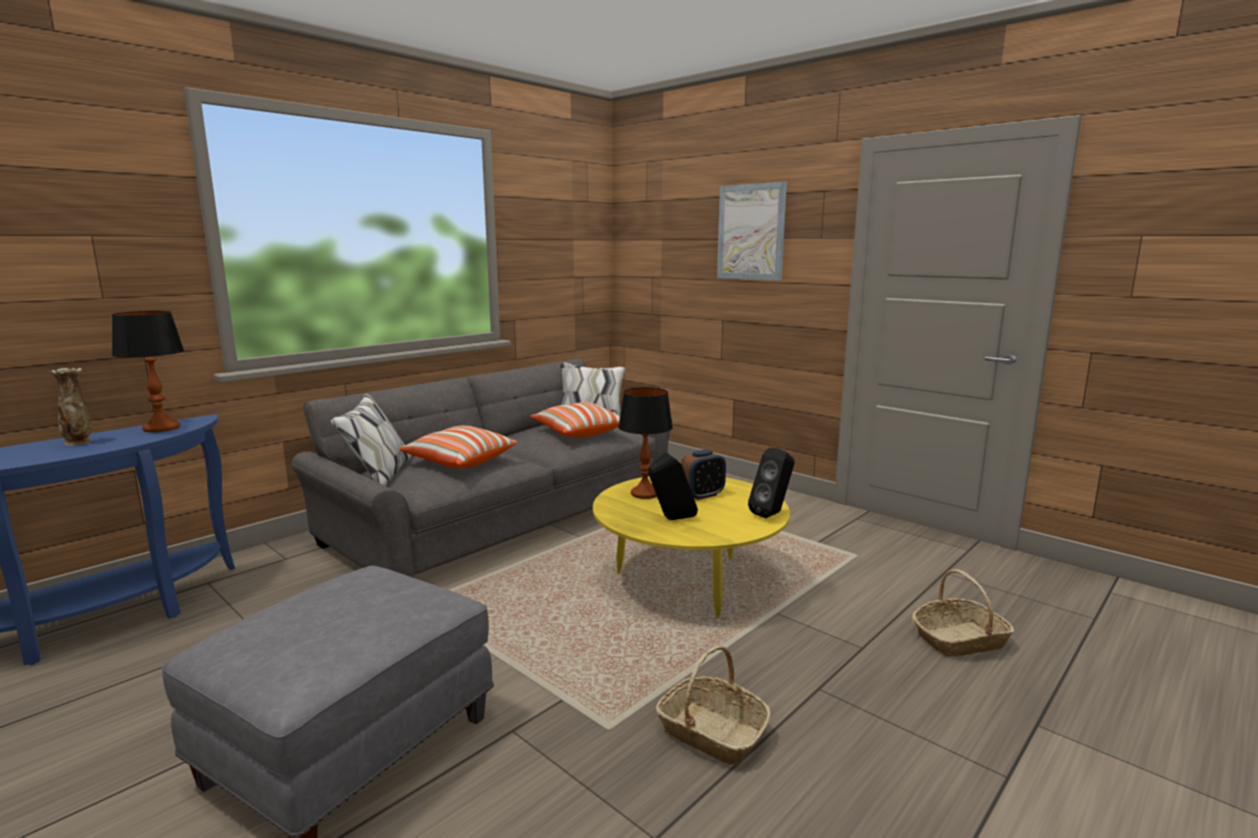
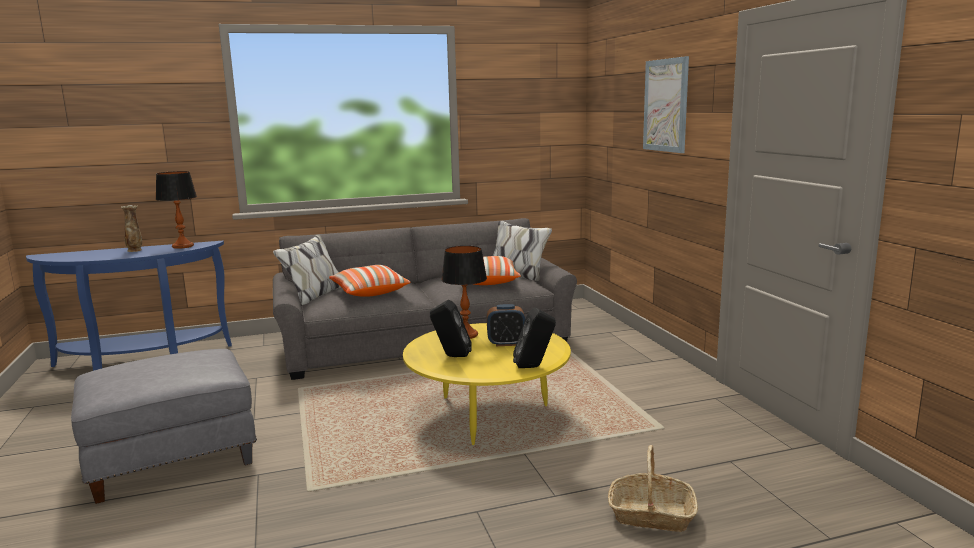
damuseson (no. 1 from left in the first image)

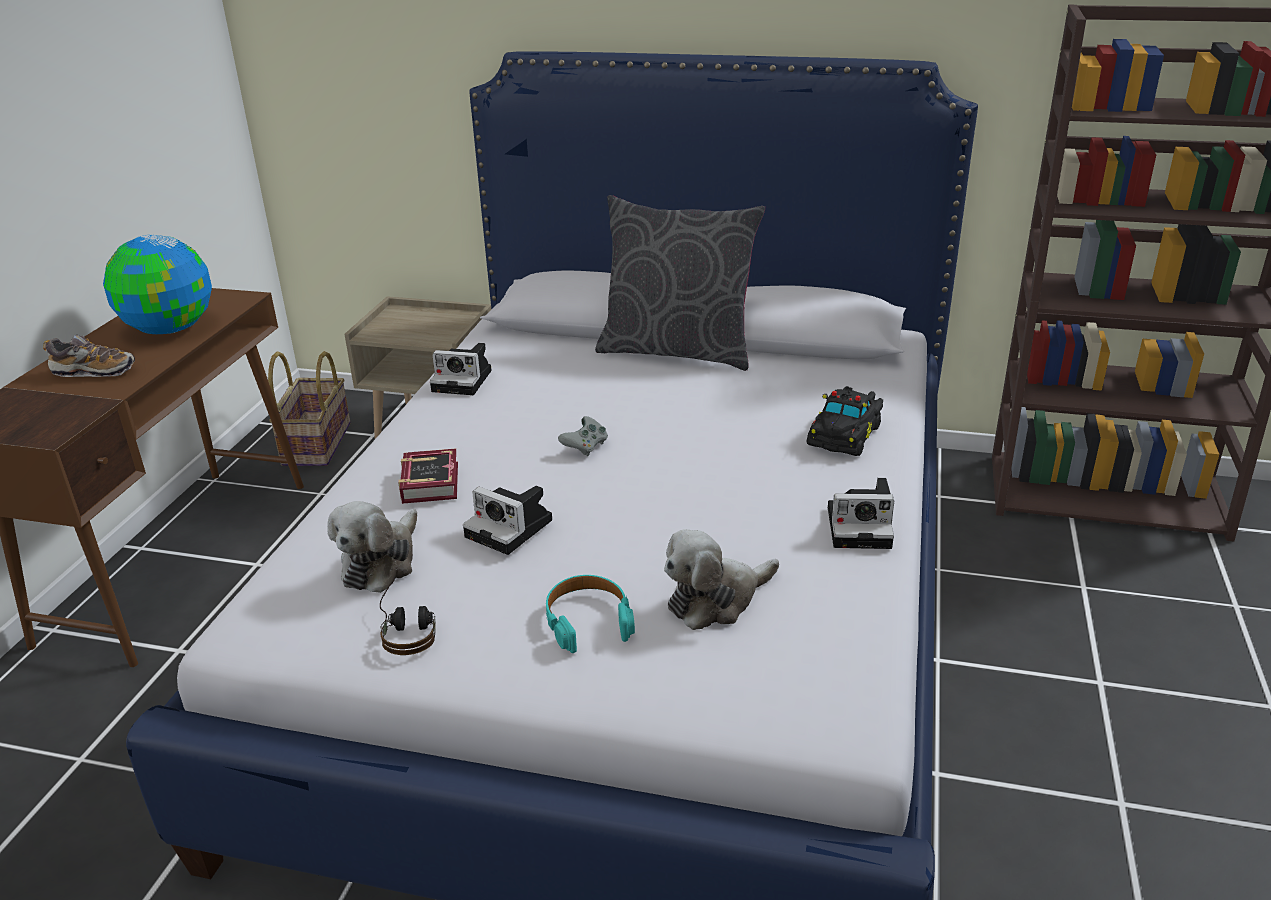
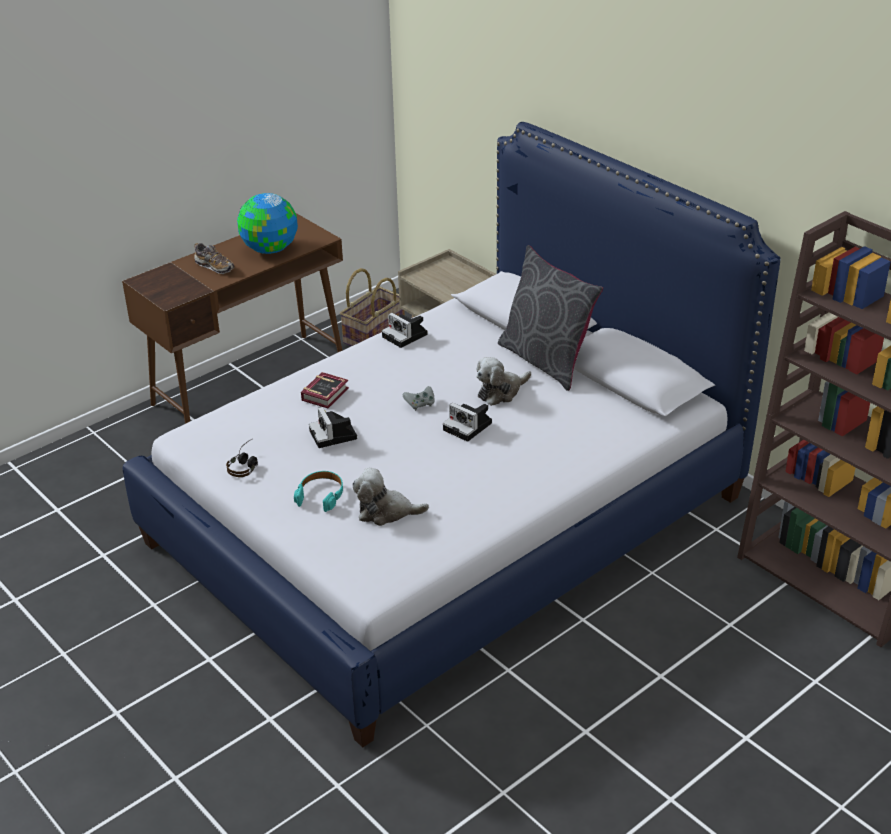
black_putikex
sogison (no. 2 from left)
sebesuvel (no. 3 from left)

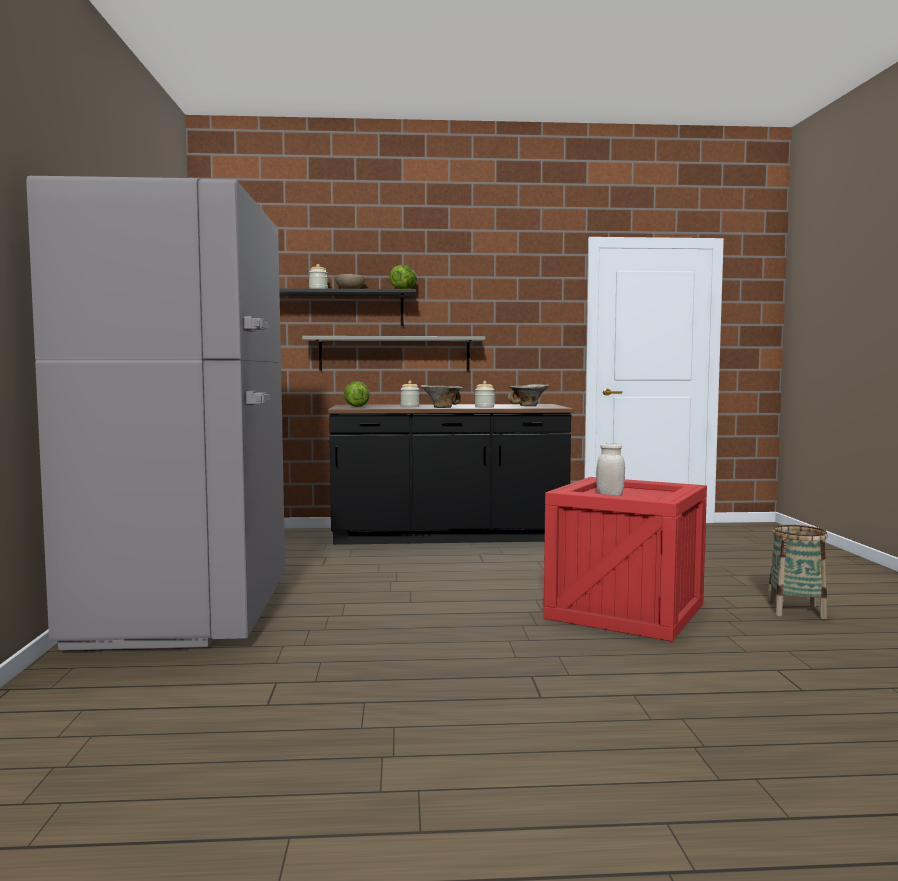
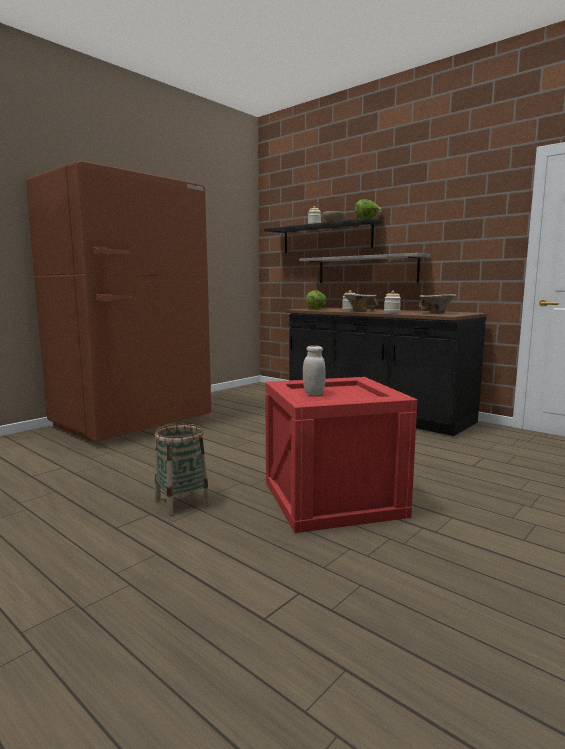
damuseson
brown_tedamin

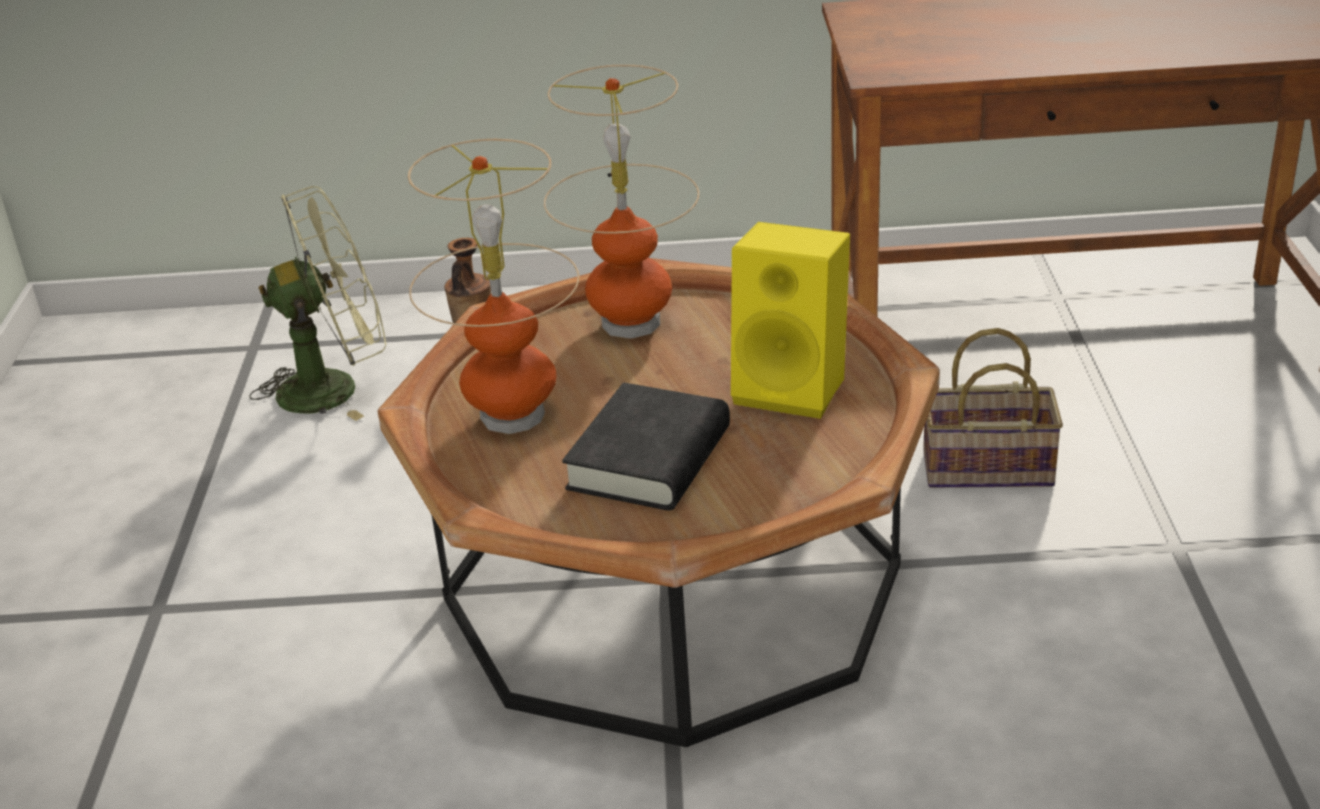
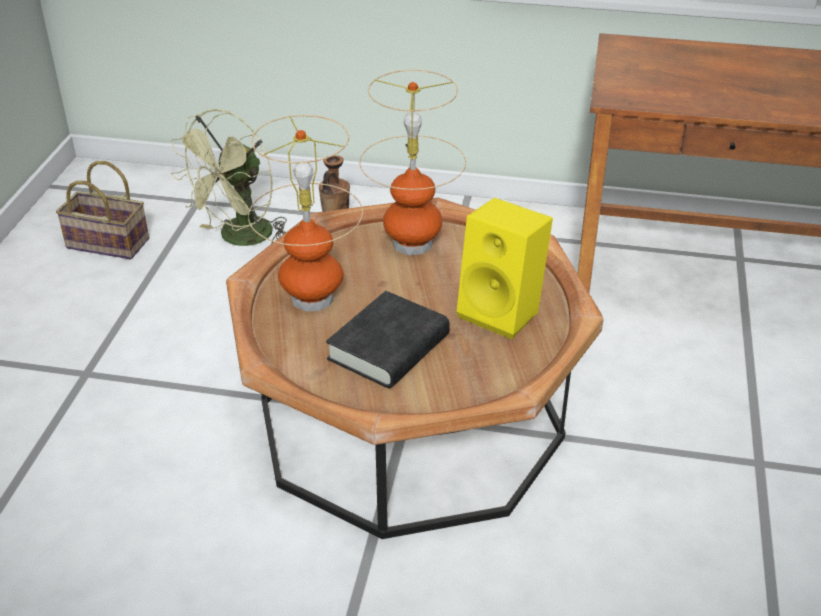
damuseson
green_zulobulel

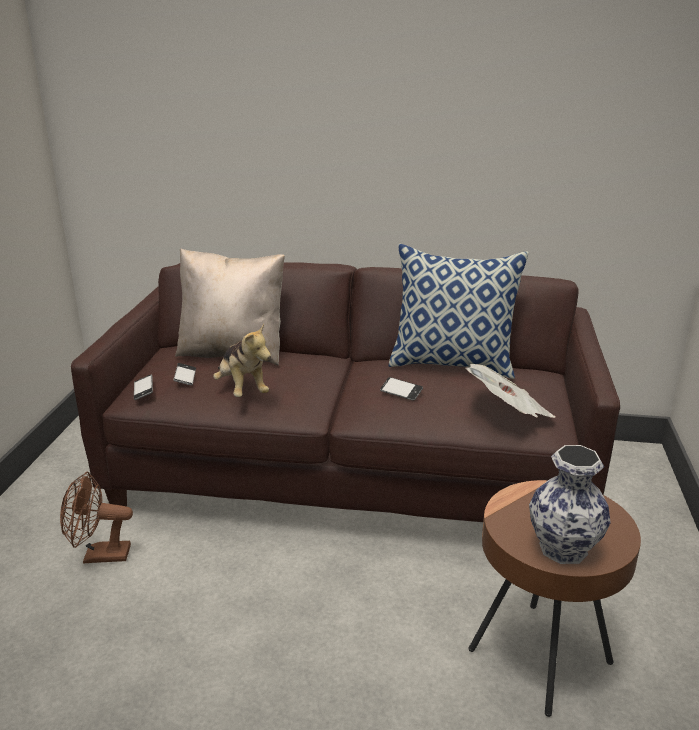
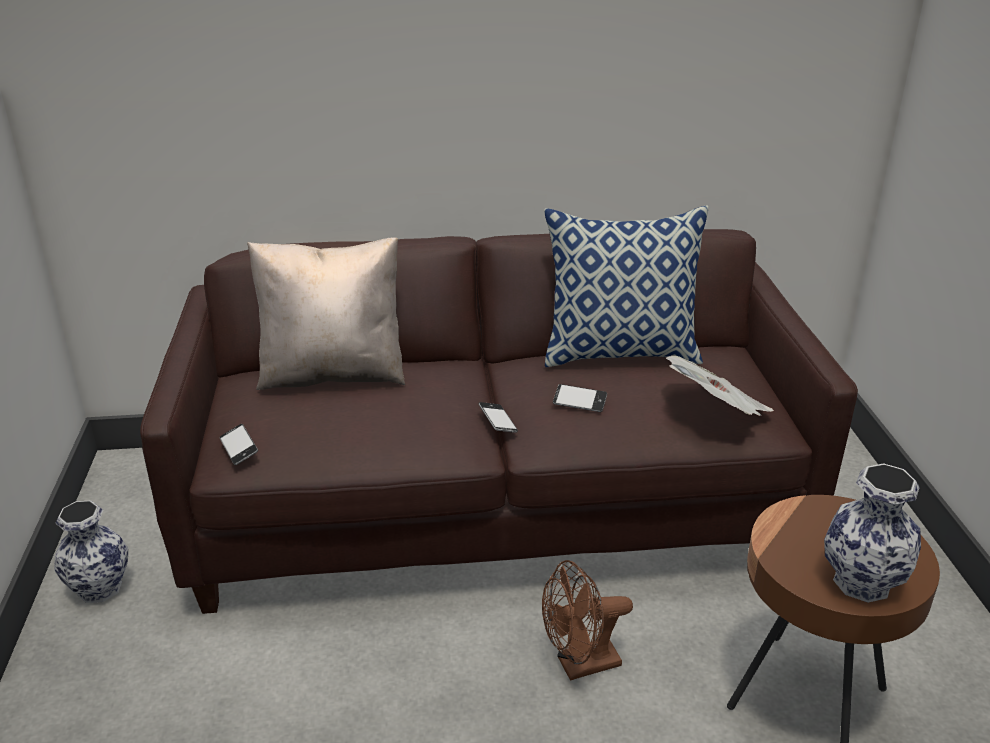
sogison
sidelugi (no. 1 from left)
brown_zulobulel
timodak (no. 2 from left)

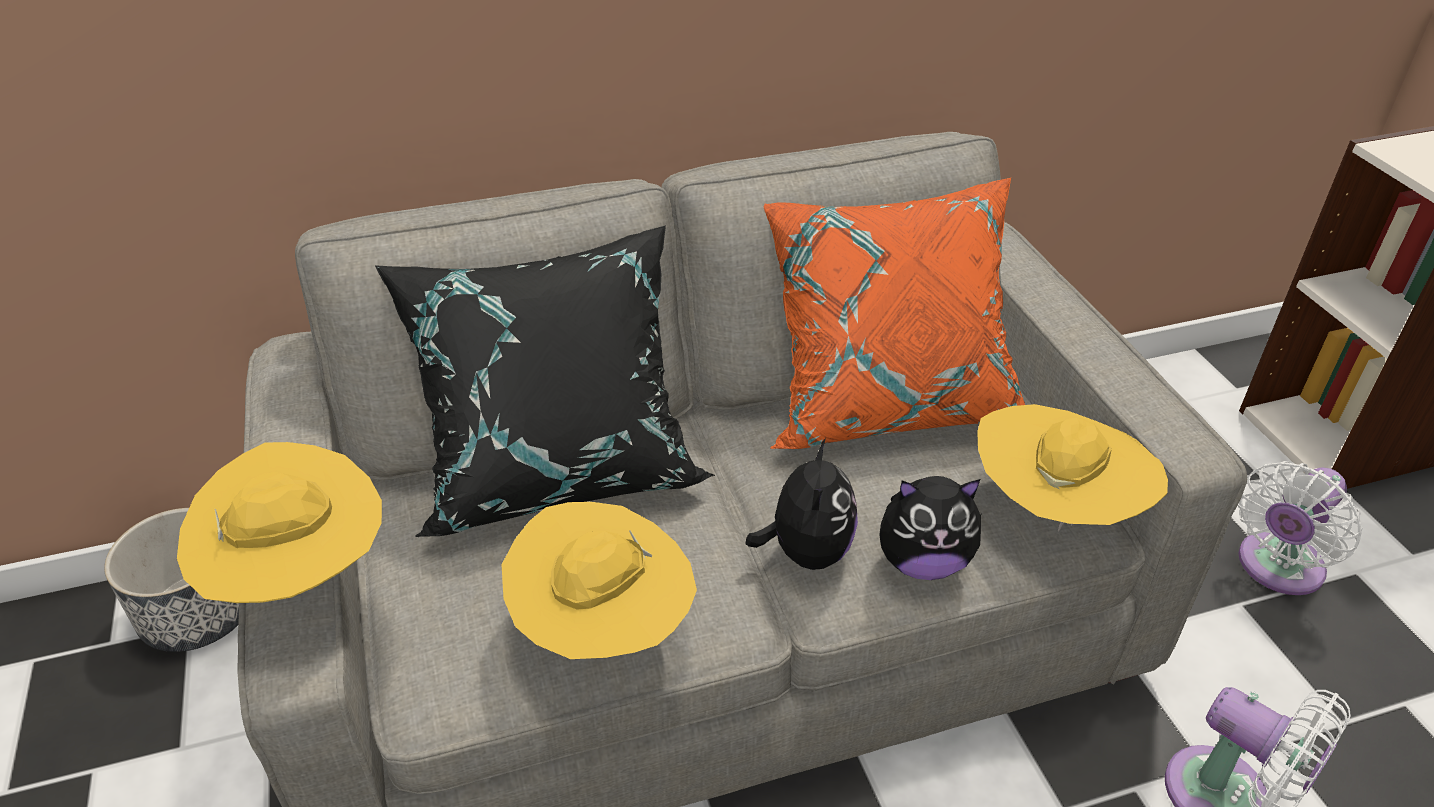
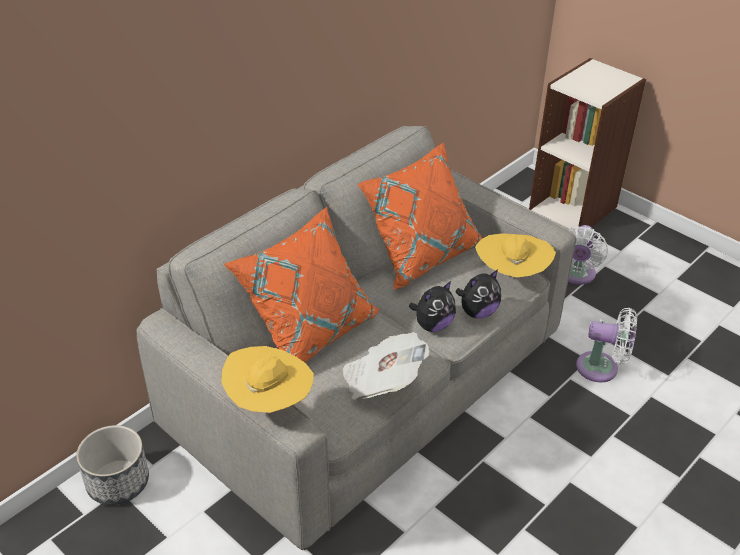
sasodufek
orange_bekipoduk (no. 1 from left)
sogison (no. 1 from left)

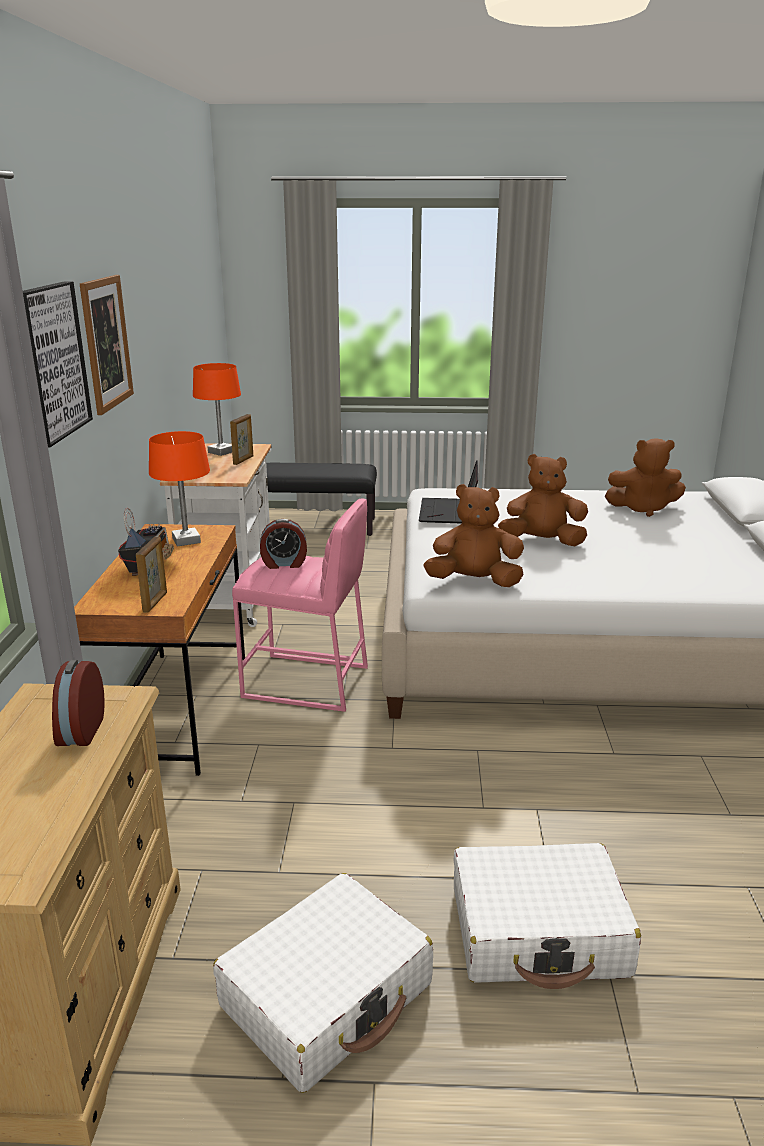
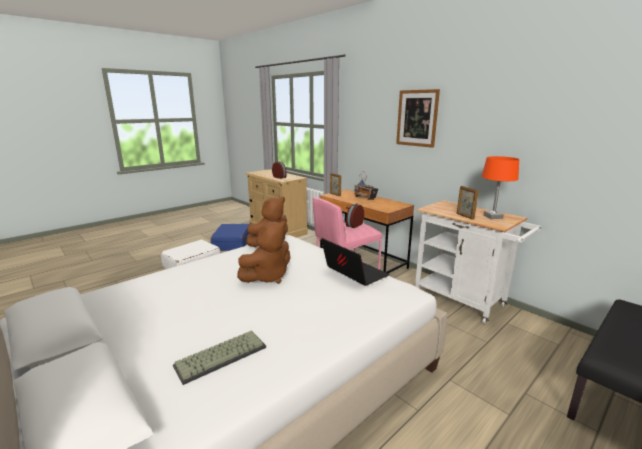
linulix (no. 1 from left in the first image)
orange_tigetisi (no. 1 from left in the first image)
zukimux
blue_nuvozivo

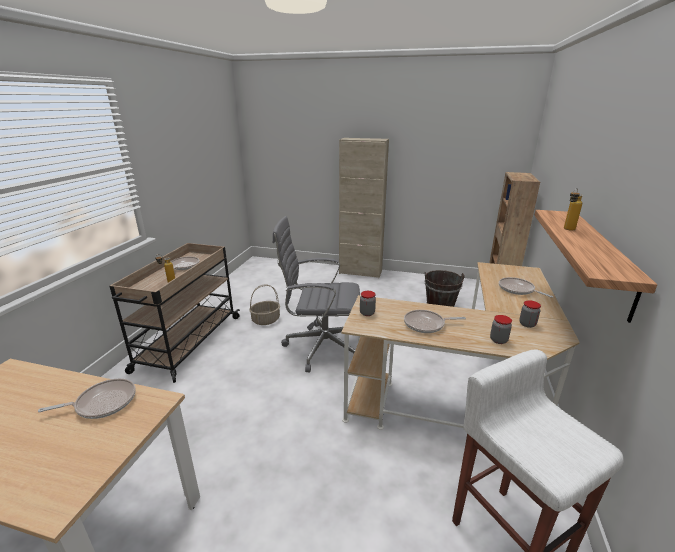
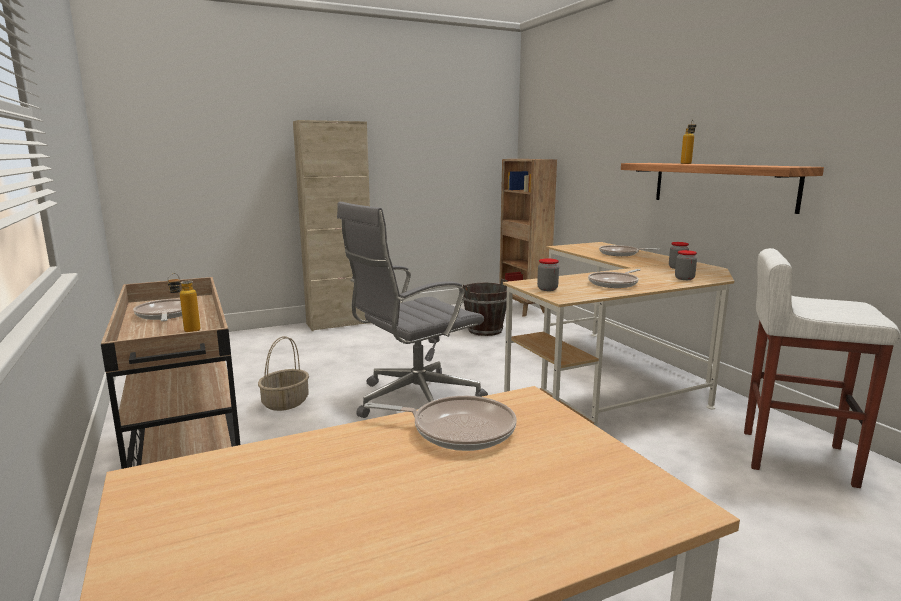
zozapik (no. 2 from left)

